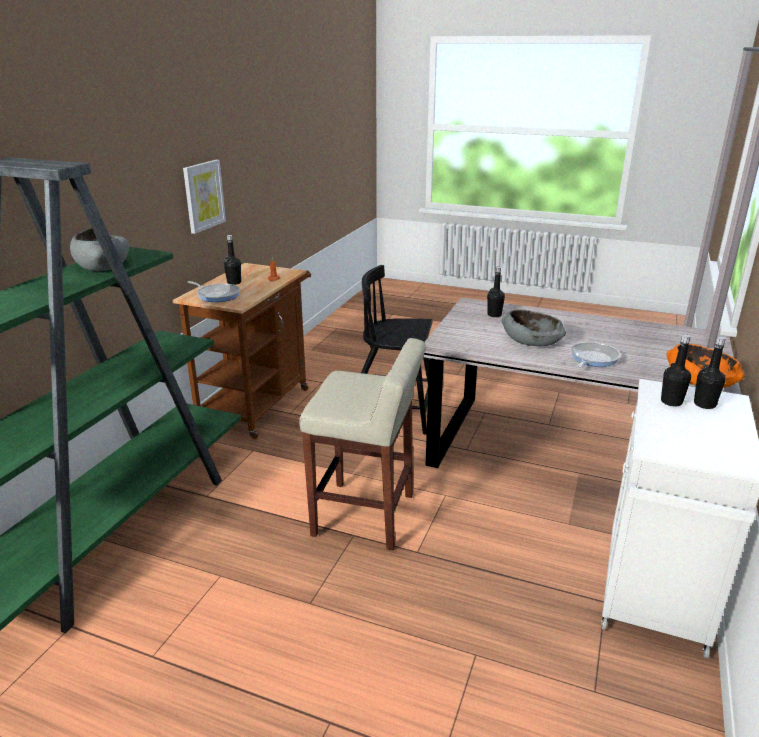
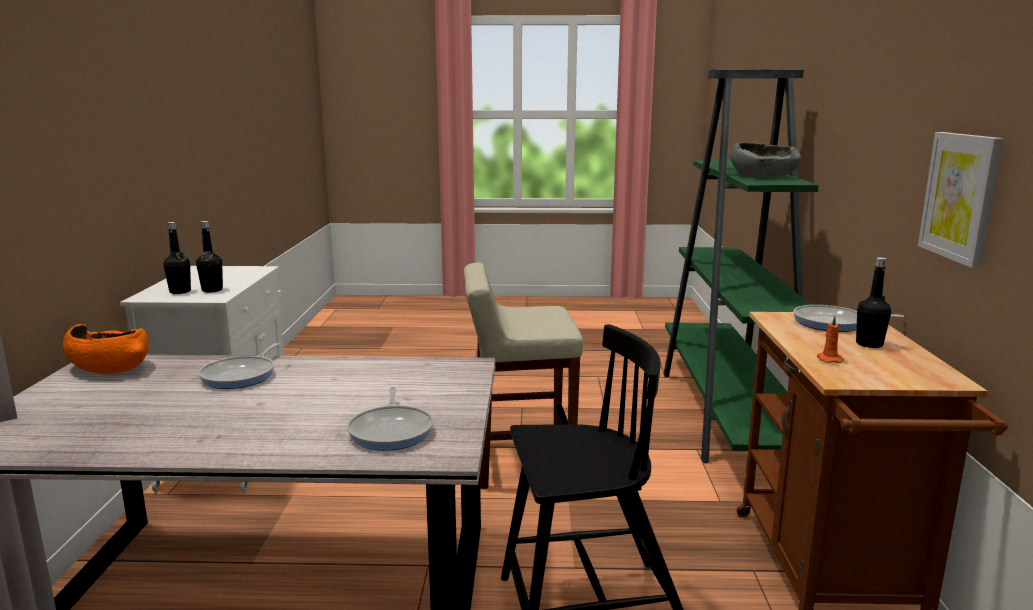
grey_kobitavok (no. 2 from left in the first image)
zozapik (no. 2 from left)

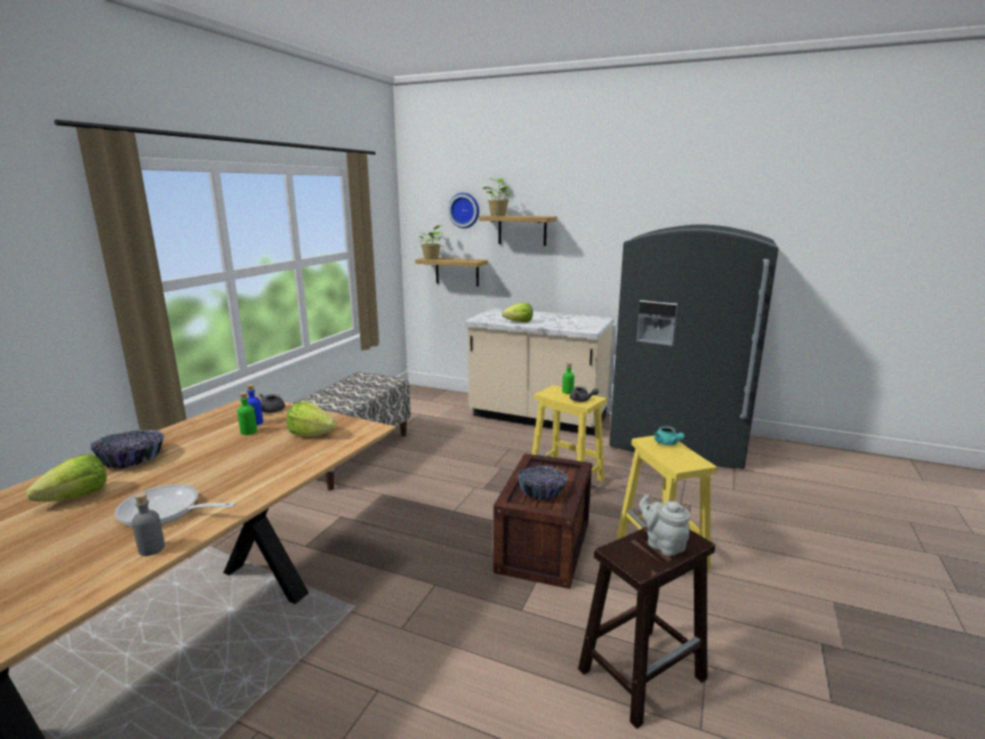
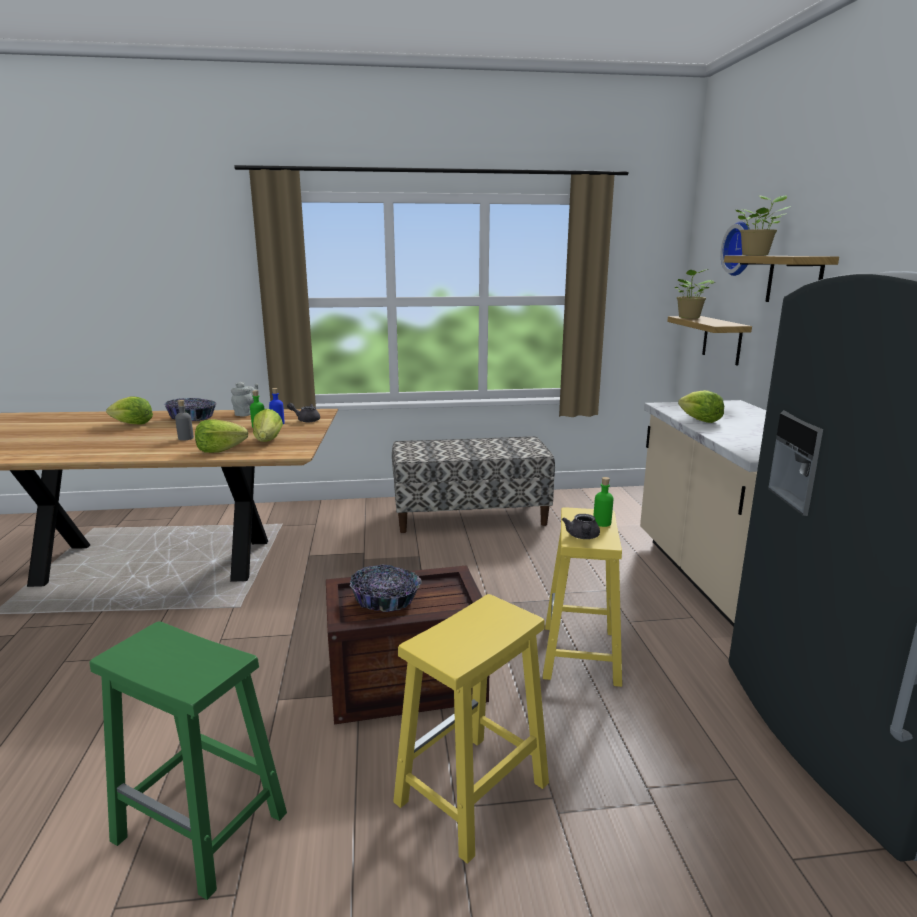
zozapik
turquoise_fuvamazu
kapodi (no. 2 from left)
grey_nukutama
grey_fuvamazu (no. 1 from left)
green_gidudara

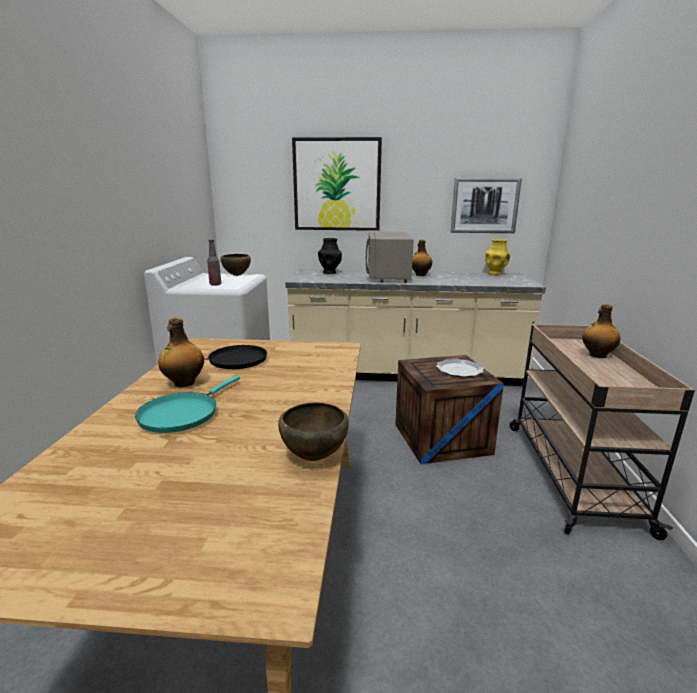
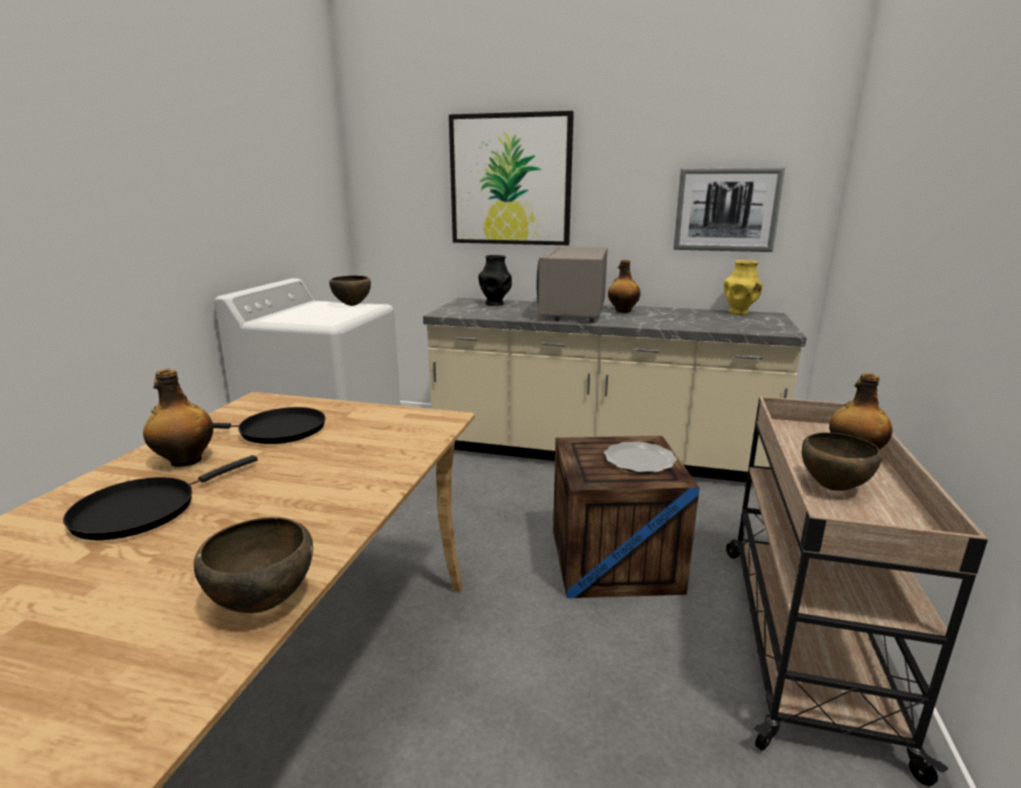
nukutama (no. 2 from left in the first image)
brown_kobitavok (no. 3 from left)
black_zozapik (no. 1 from left)

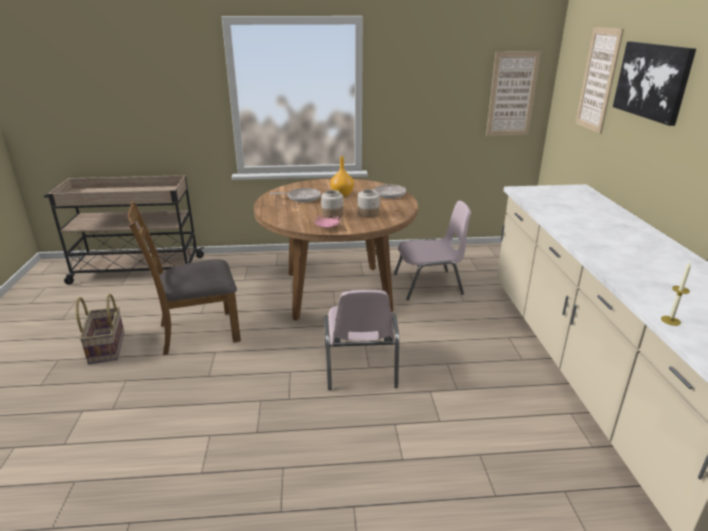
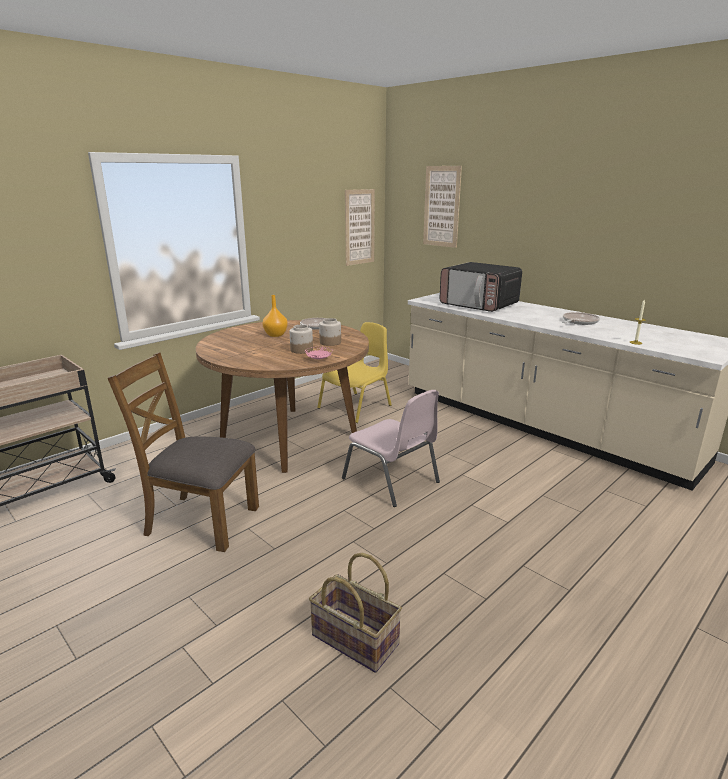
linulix (no. 3 from left in the first image)
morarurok
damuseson
zozapik (no. 2 from left)
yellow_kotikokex
brown_kotikokex

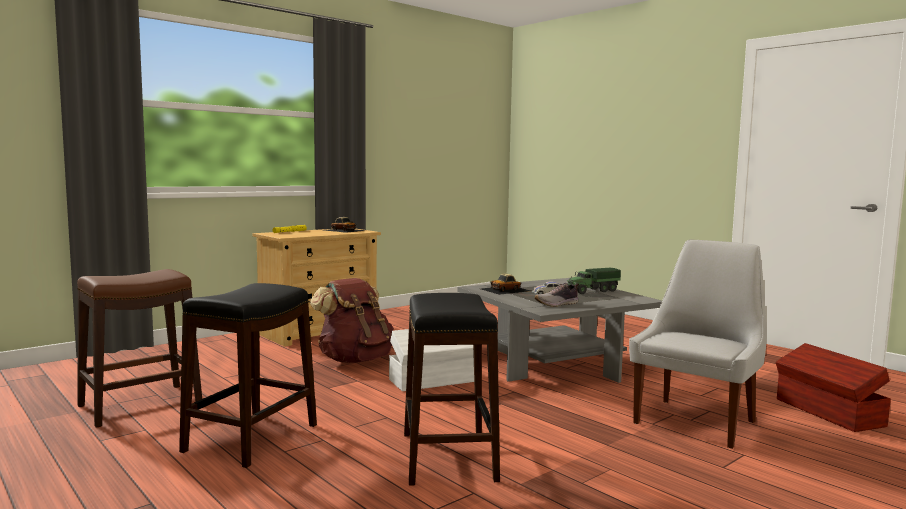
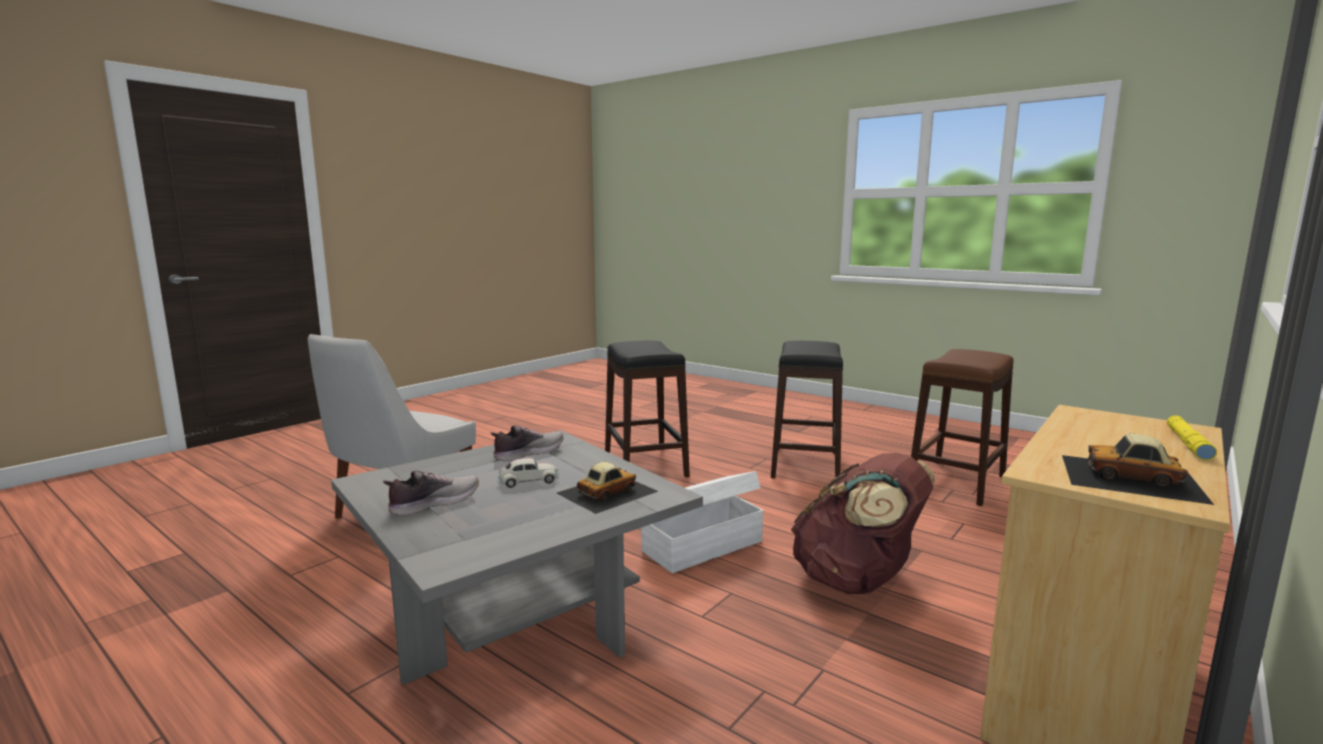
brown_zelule
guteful (no. 1 from left)

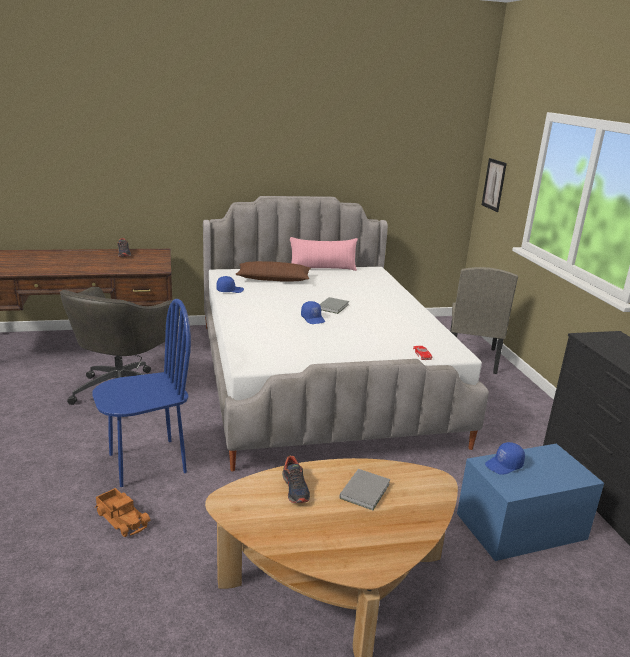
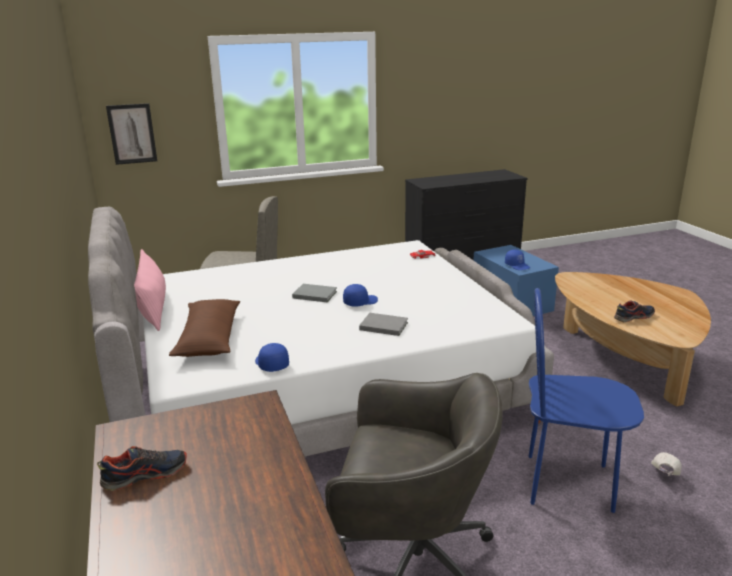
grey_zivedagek (no. 2 from left)
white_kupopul
blue_kotikokex

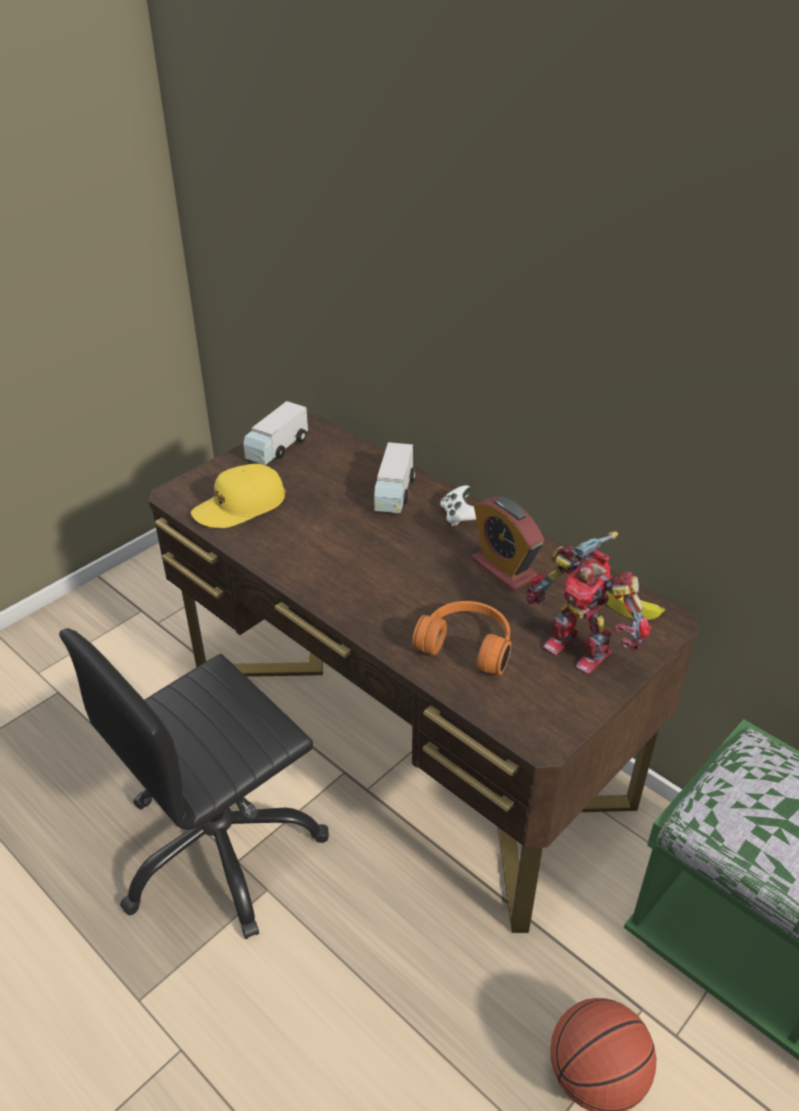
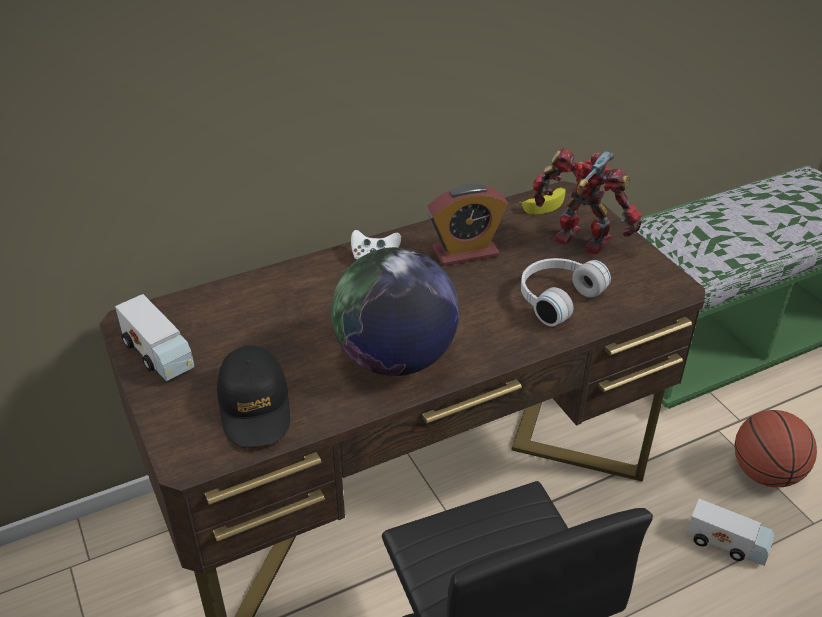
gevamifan
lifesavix (no. 2 from left)
black_kupopul
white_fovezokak
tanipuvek

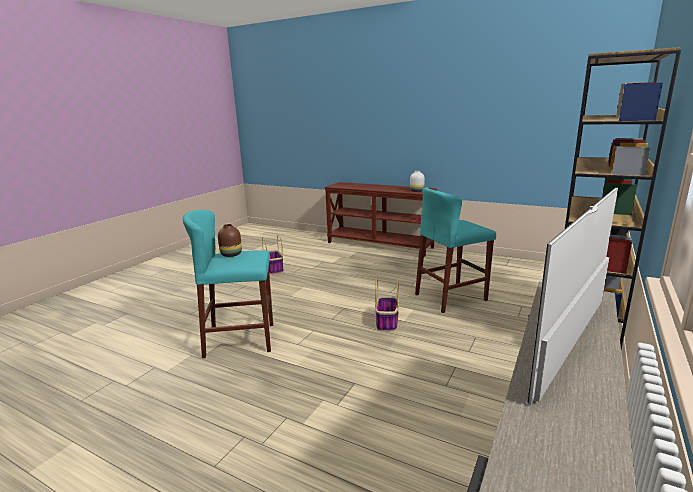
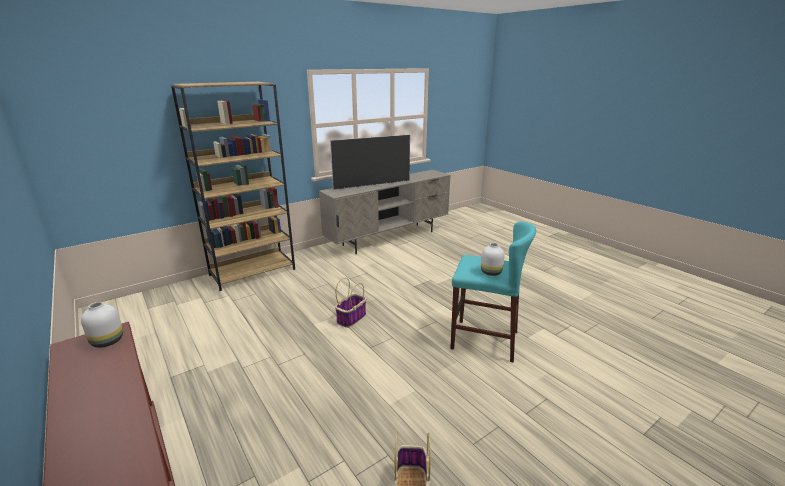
turquoise_gidudara (no. 2 from left in the first image)
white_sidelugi (no. 2 from left)

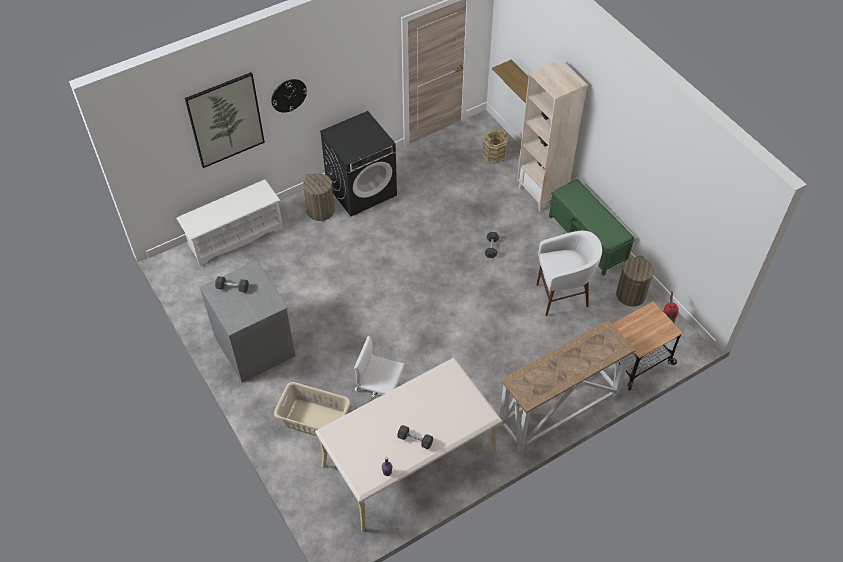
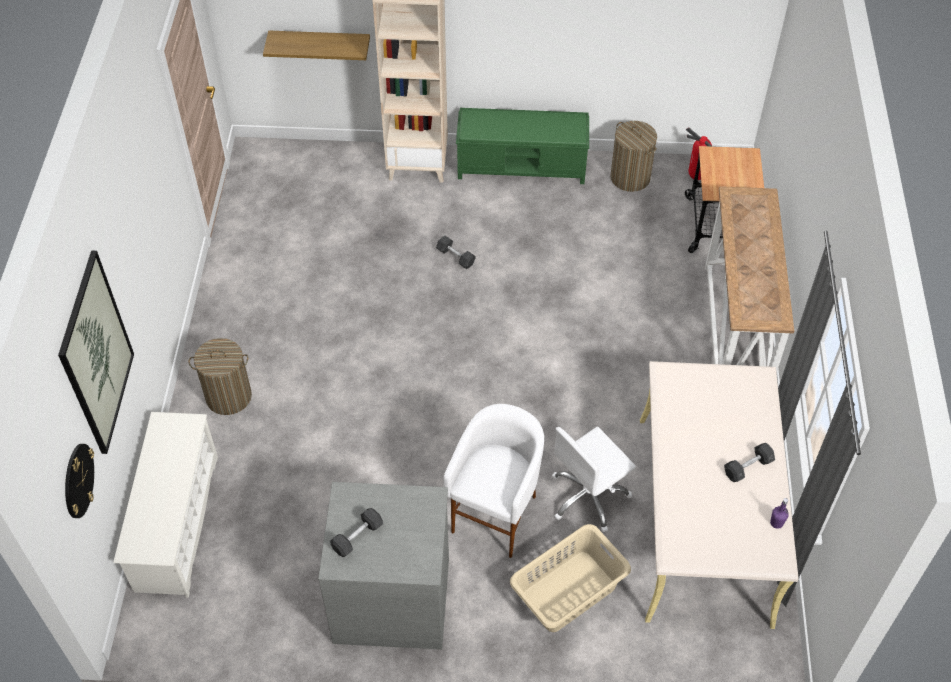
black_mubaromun
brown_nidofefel
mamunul
white_gidudara

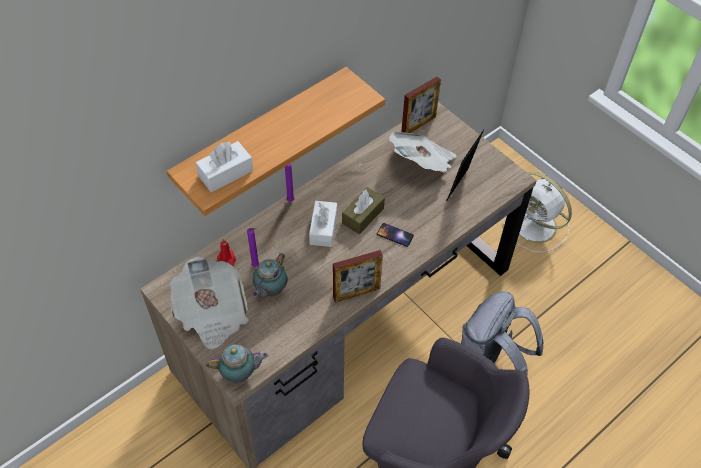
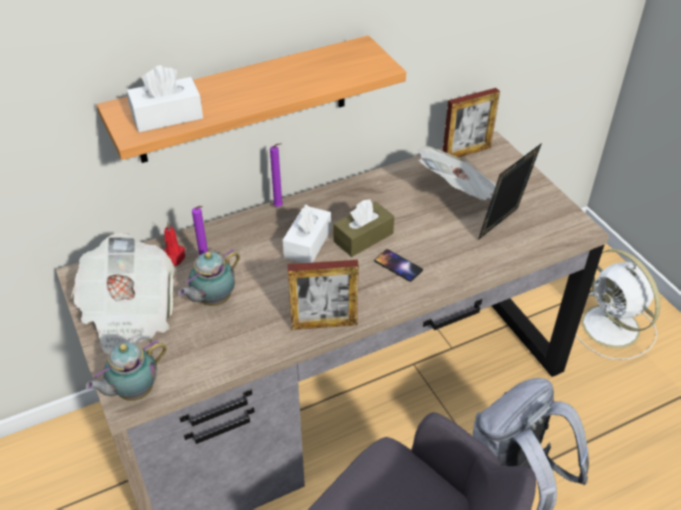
fuvamazu (no. 1 from left)

